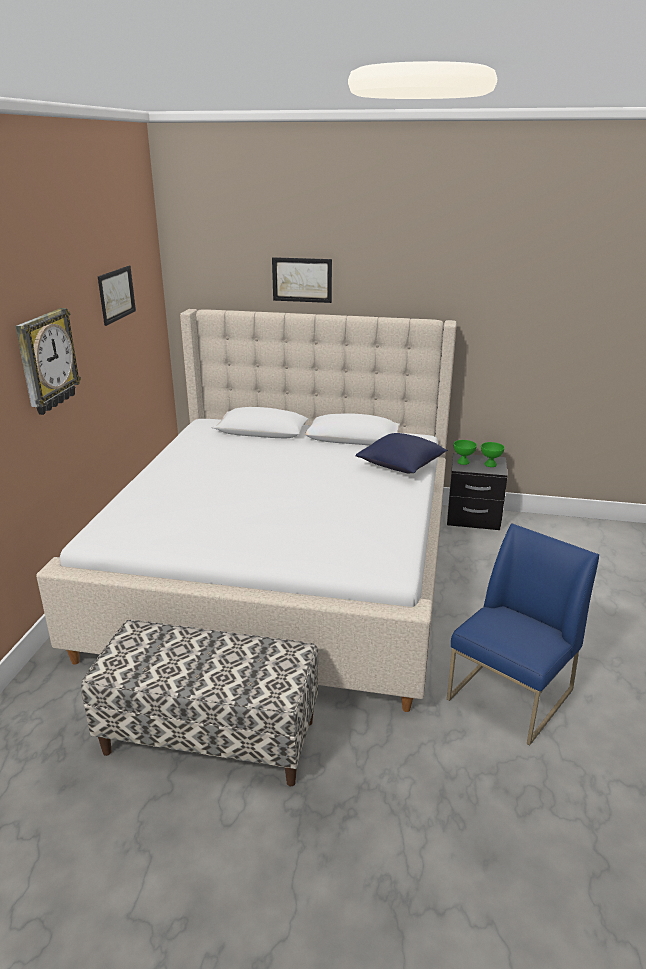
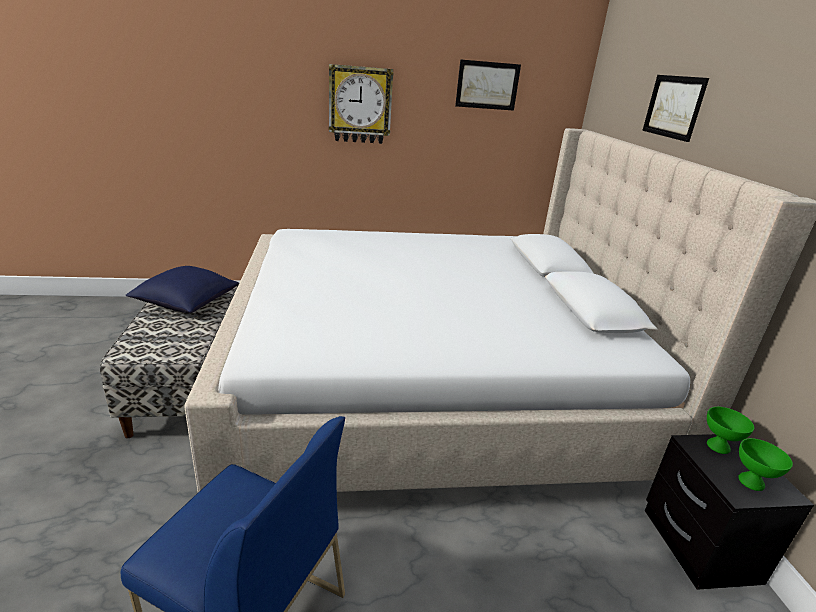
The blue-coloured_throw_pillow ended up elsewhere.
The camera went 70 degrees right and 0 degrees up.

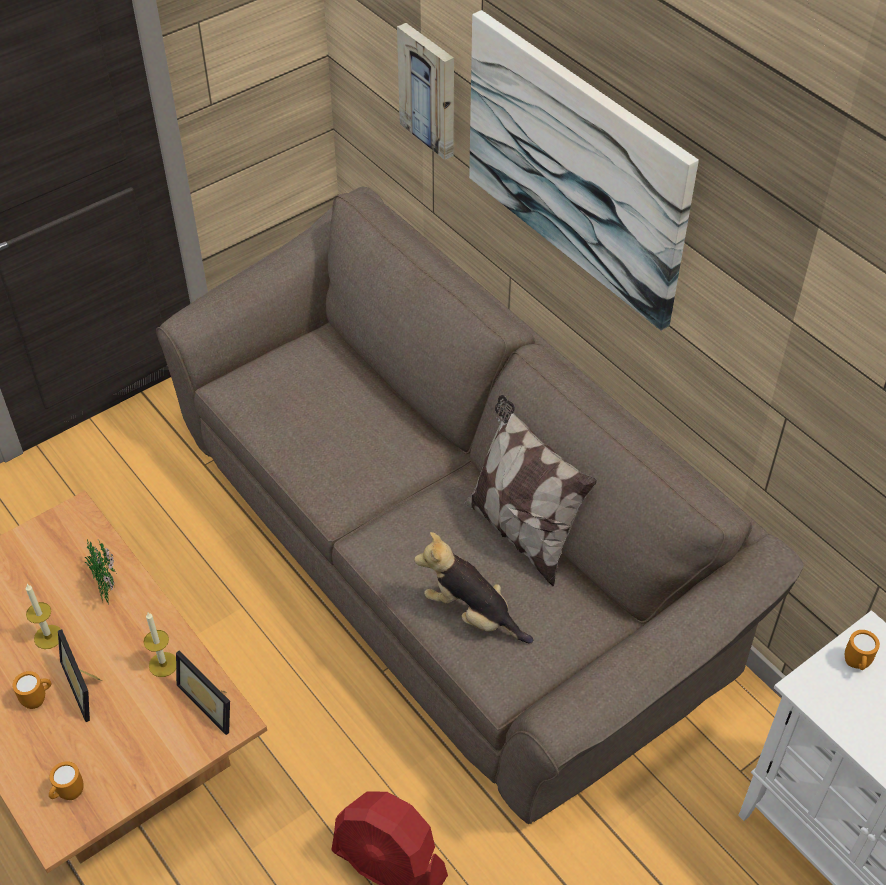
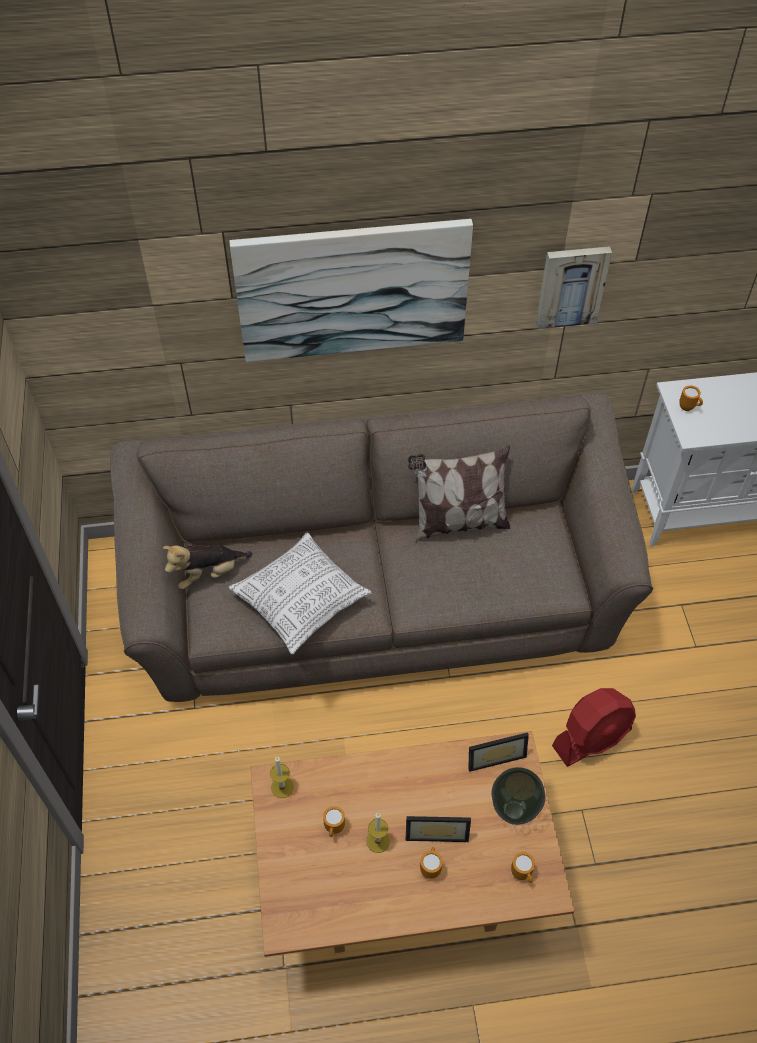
The wall_art (1st from left in the first image) ended up elsewhere.
The plush_toy ended up elsewhere.
The second view lost the plant_in_a_pot.
The wax_candle (2nd from left in the first image) ended up elsewhere.
The second view gained the throw_pillow (1st from left).
The second view gained the decorative_vase.
The second view gained the orange-coloured_mug (1st from left).
The camera went 60 degrees left and 5 degrees up.

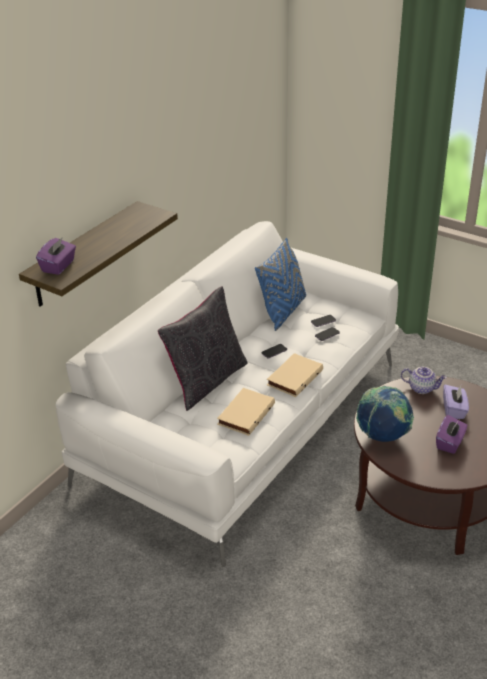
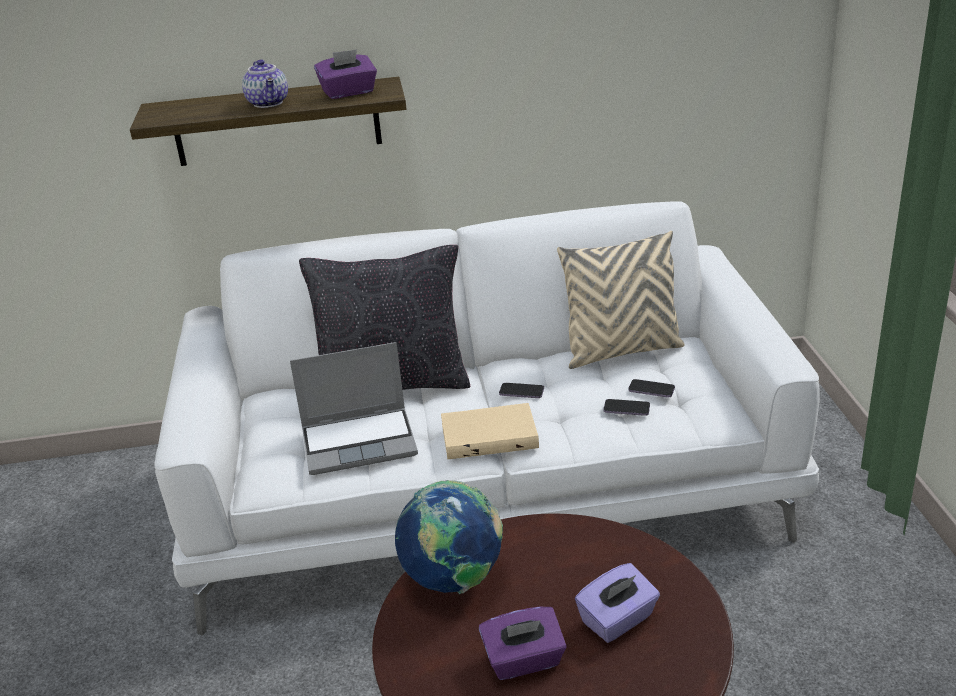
The purple_tissue_holder (1st from left) ended up elsewhere.
What was the blue-coloured_throw_pillow turned into the beige_throw_pillow.
The pot_for_tea ended up elsewhere.
Where the beige_bound_book (1st from left) stood, the portable_computer came to stand.
The camera went 50 degrees right and 5 degrees down.

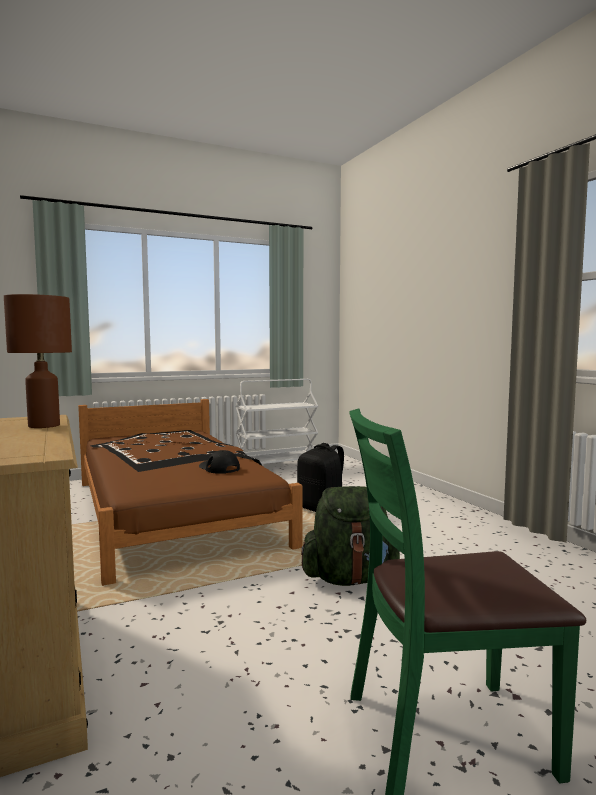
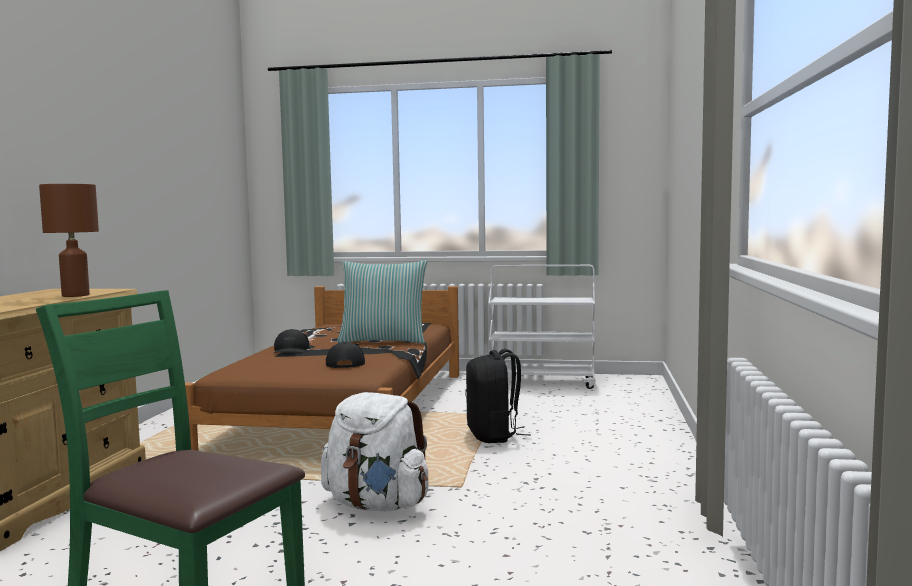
What was the green_backpack turned into the white_backpack.
The second view gained the throw_pillow.
The second view gained the black-coloured_baseball_cap (1st from left).
The camera went 35 degrees right and 0 degrees up.

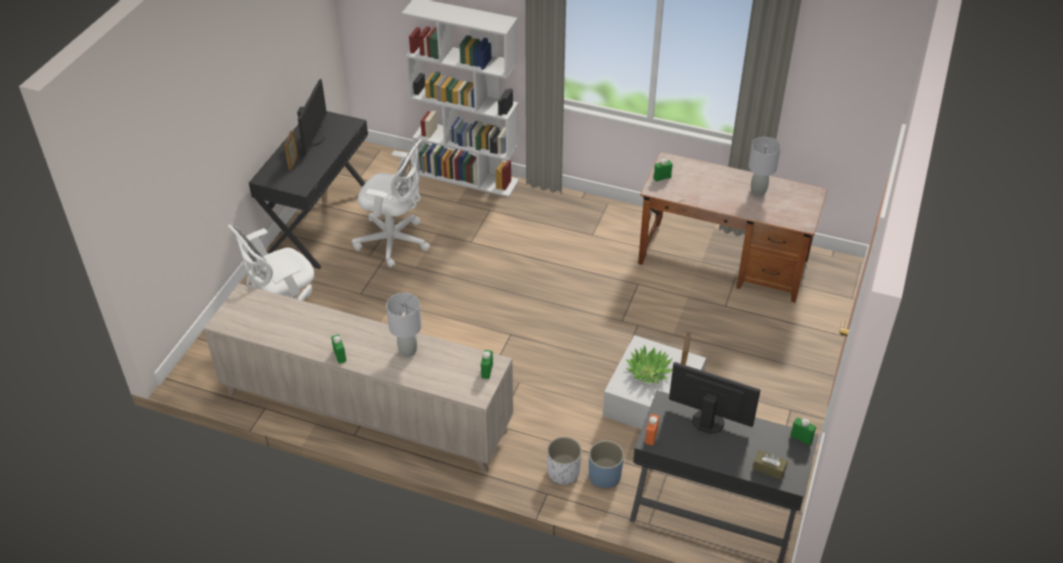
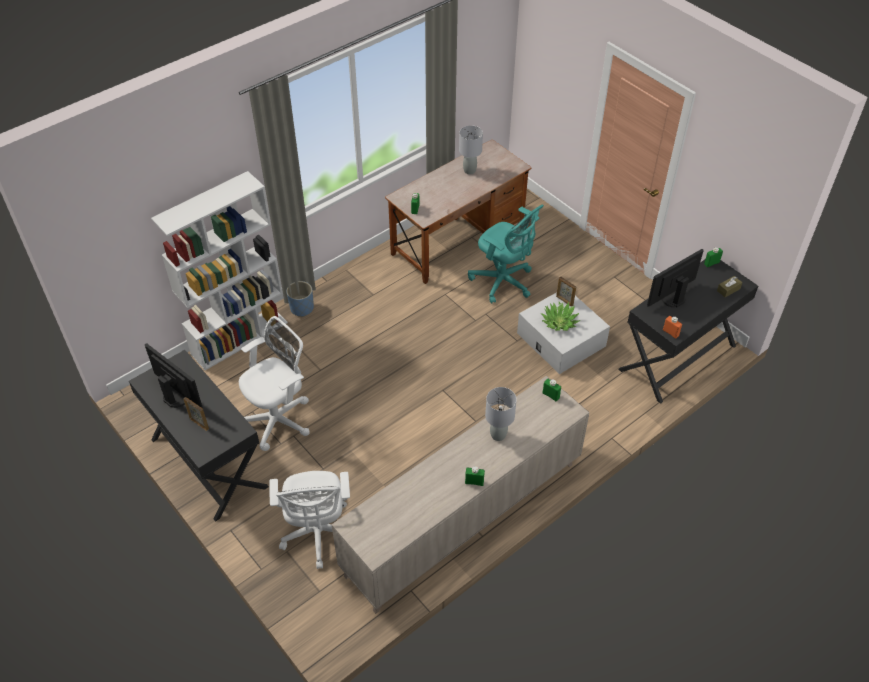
The second view lost the white_flower_pot.
The blue-coloured_flower_pot ended up elsewhere.
The second view gained the turquoise_office_chair.
The camera went 60 degrees left and 5 degrees up.

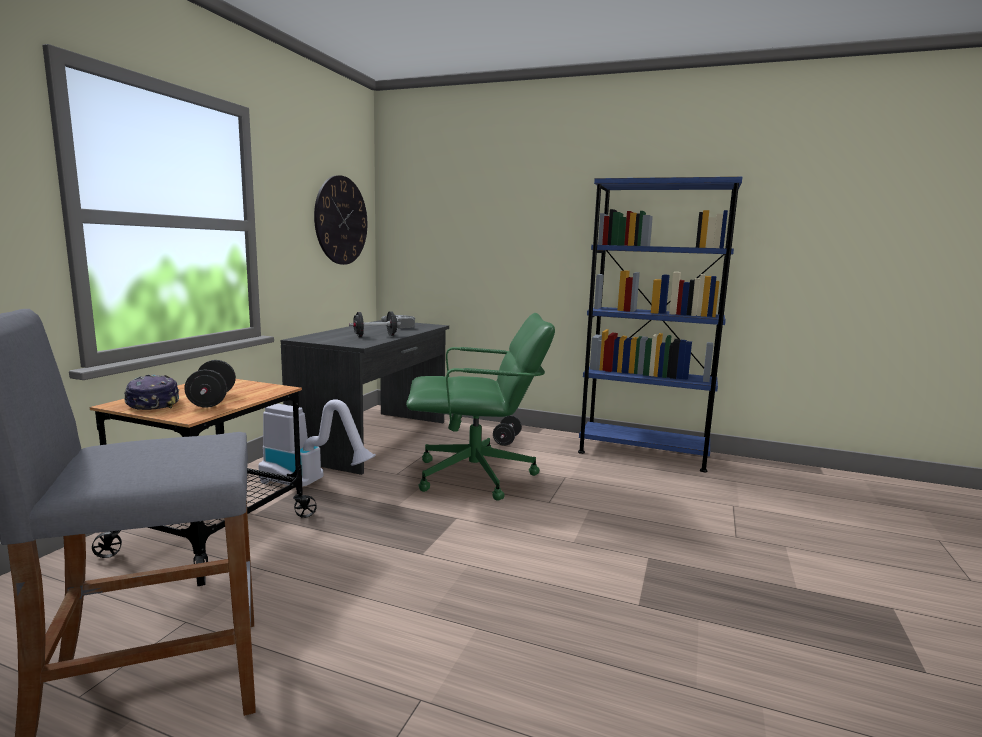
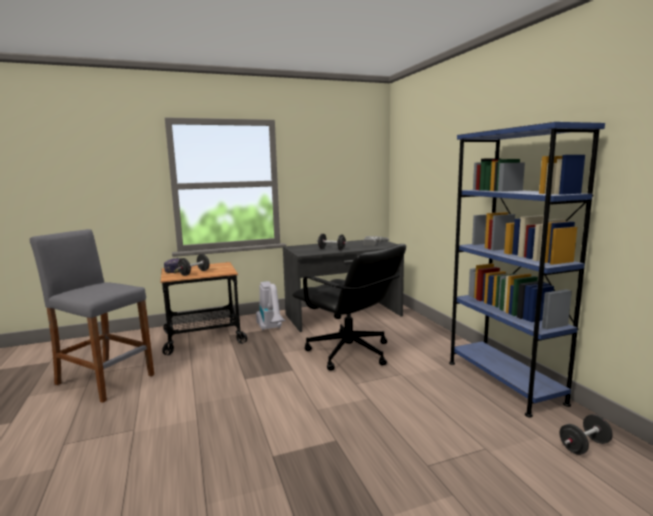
The second view lost the wall_clock.
What was the green_office_chair turned into the black-coloured_office_chair.
The black-coloured_hand_weight (3rd from left) ended up elsewhere.
The camera went 50 degrees right and 0 degrees up.

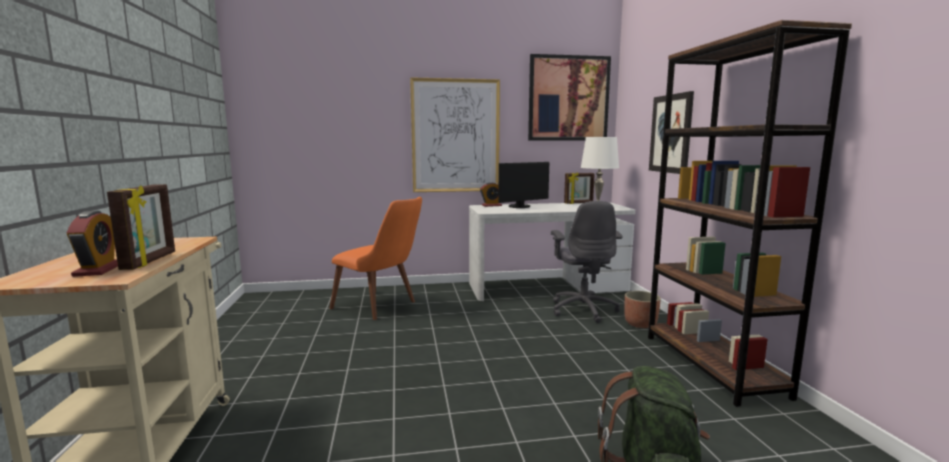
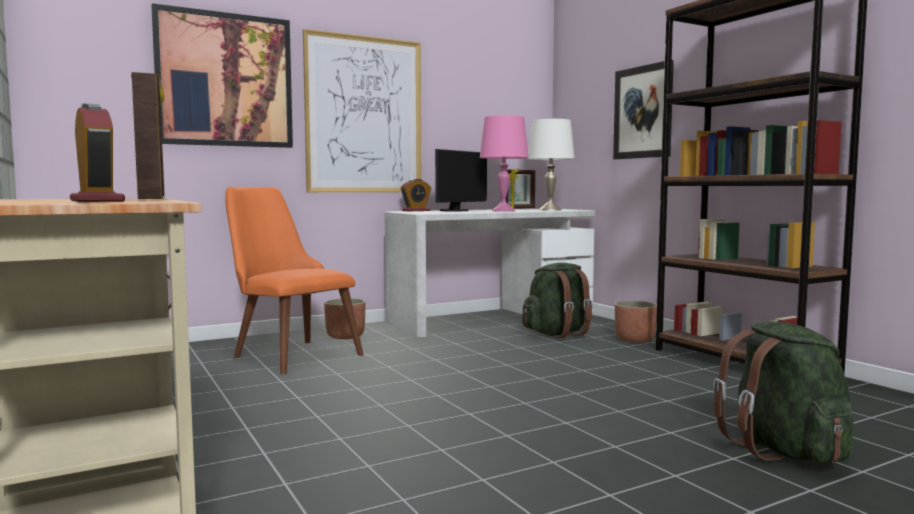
The wall_art (2nd from left in the first image) ended up elsewhere.
The orange-coloured_chair ended up facing another way, 150 degrees counterclockwise from before.
Where the gray_office_chair stood, the green_backpack (1st from left) came to stand.
The second view gained the pink_lamp_for_a_table.
The second view gained the flower_pot (1st from left).
The camera went 20 degrees left and 5 degrees down.

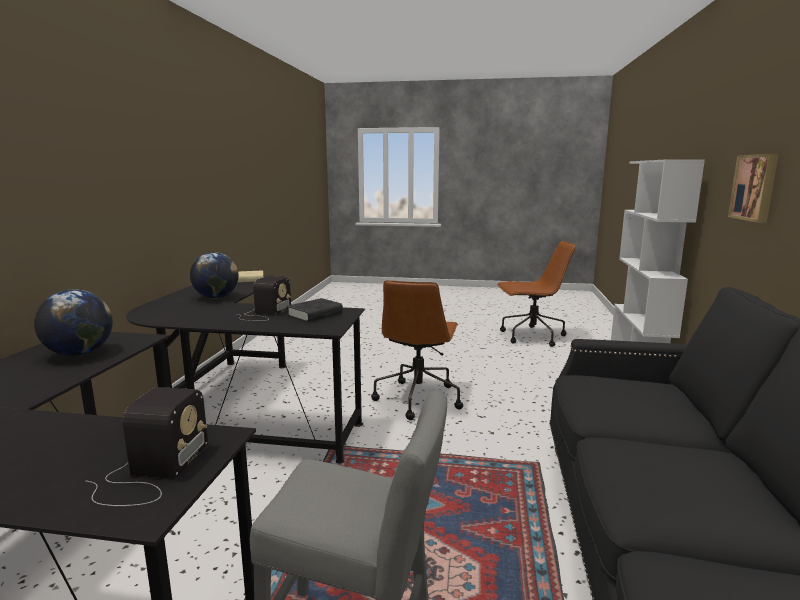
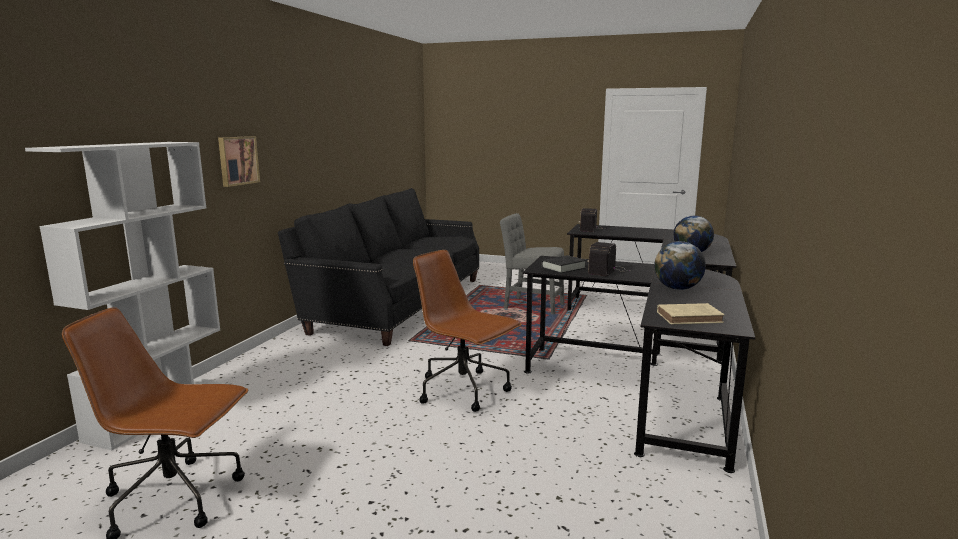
The brown_office_chair (1st from left in the first image) ended up facing another way, 75 degrees counterclockwise from before.
The camera went 170 degrees left and 0 degrees up.

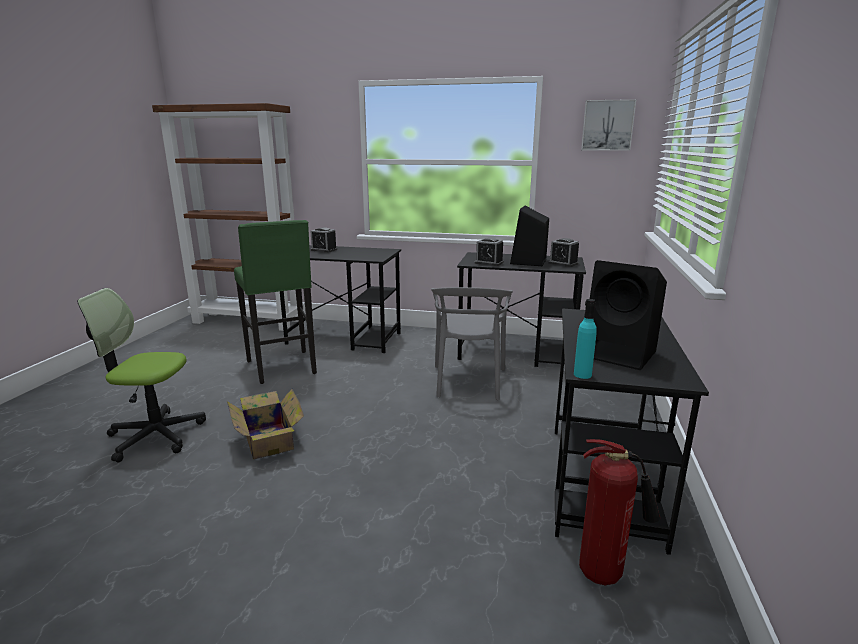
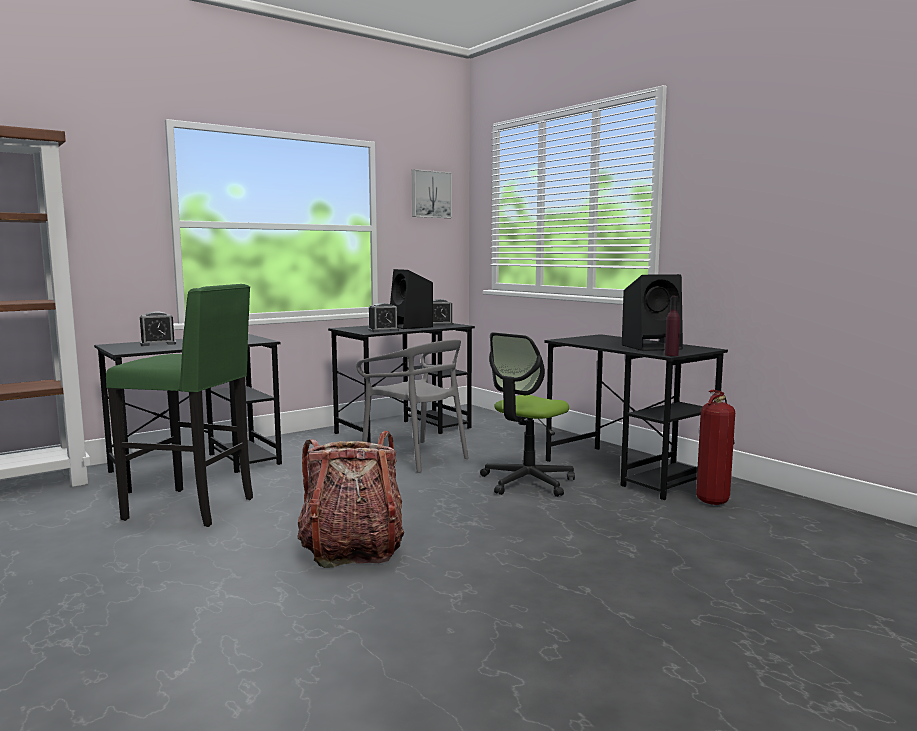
The office_chair ended up elsewhere.
What was the turquoise_drink_bottle turned into the purple_drink_bottle.
Where the carton stood, the backpack came to stand.
The camera went 50 degrees left and 10 degrees down.

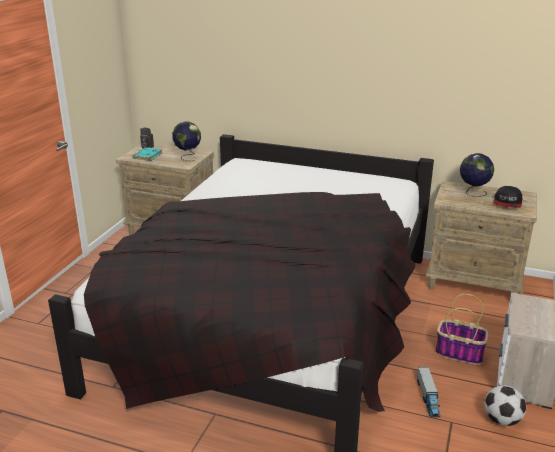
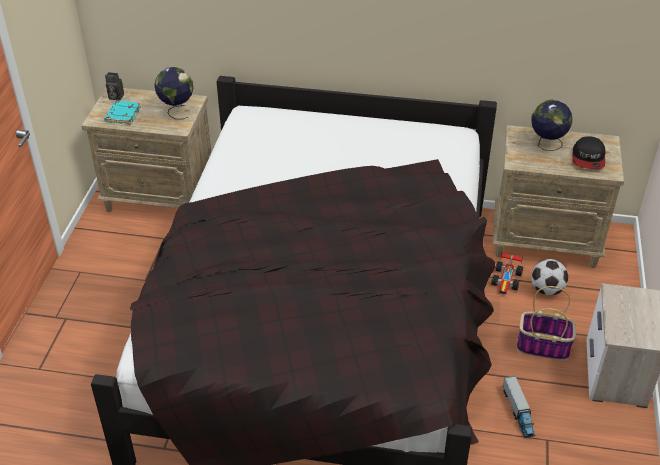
The football_ball ended up elsewhere.
The second view gained the miniature_car.
The camera went 10 degrees left and 15 degrees up.

